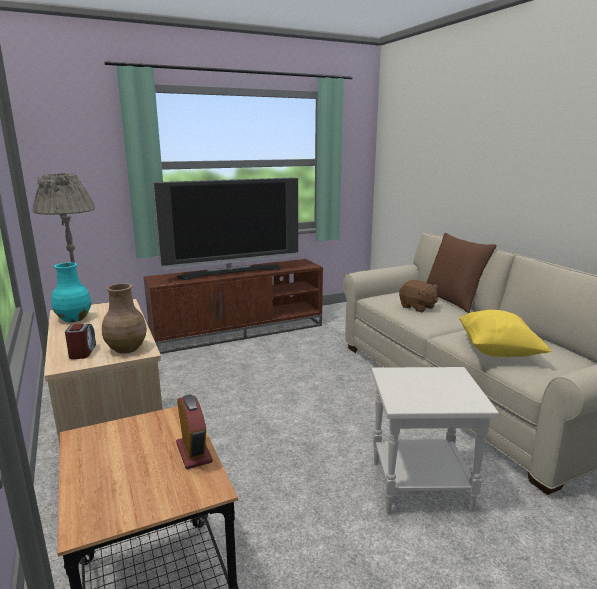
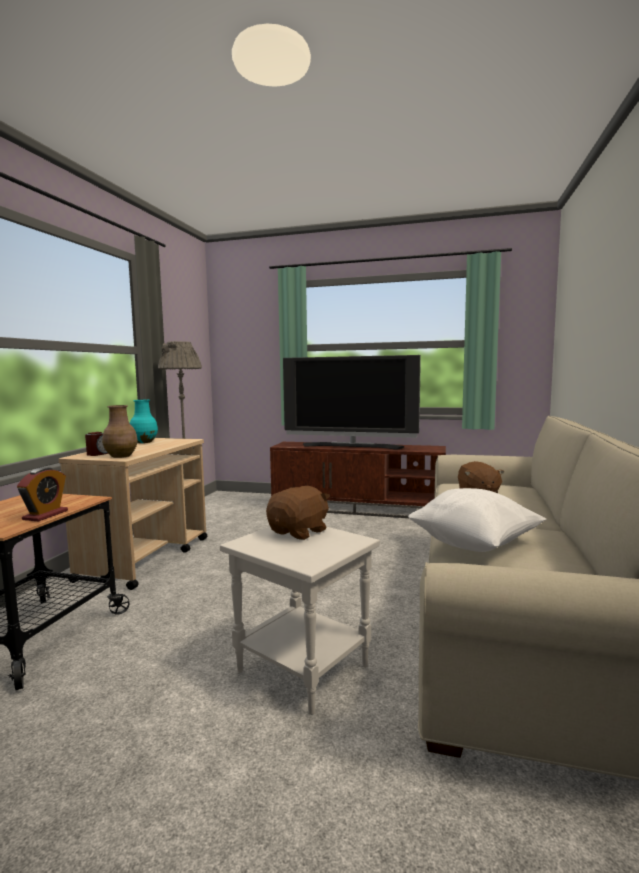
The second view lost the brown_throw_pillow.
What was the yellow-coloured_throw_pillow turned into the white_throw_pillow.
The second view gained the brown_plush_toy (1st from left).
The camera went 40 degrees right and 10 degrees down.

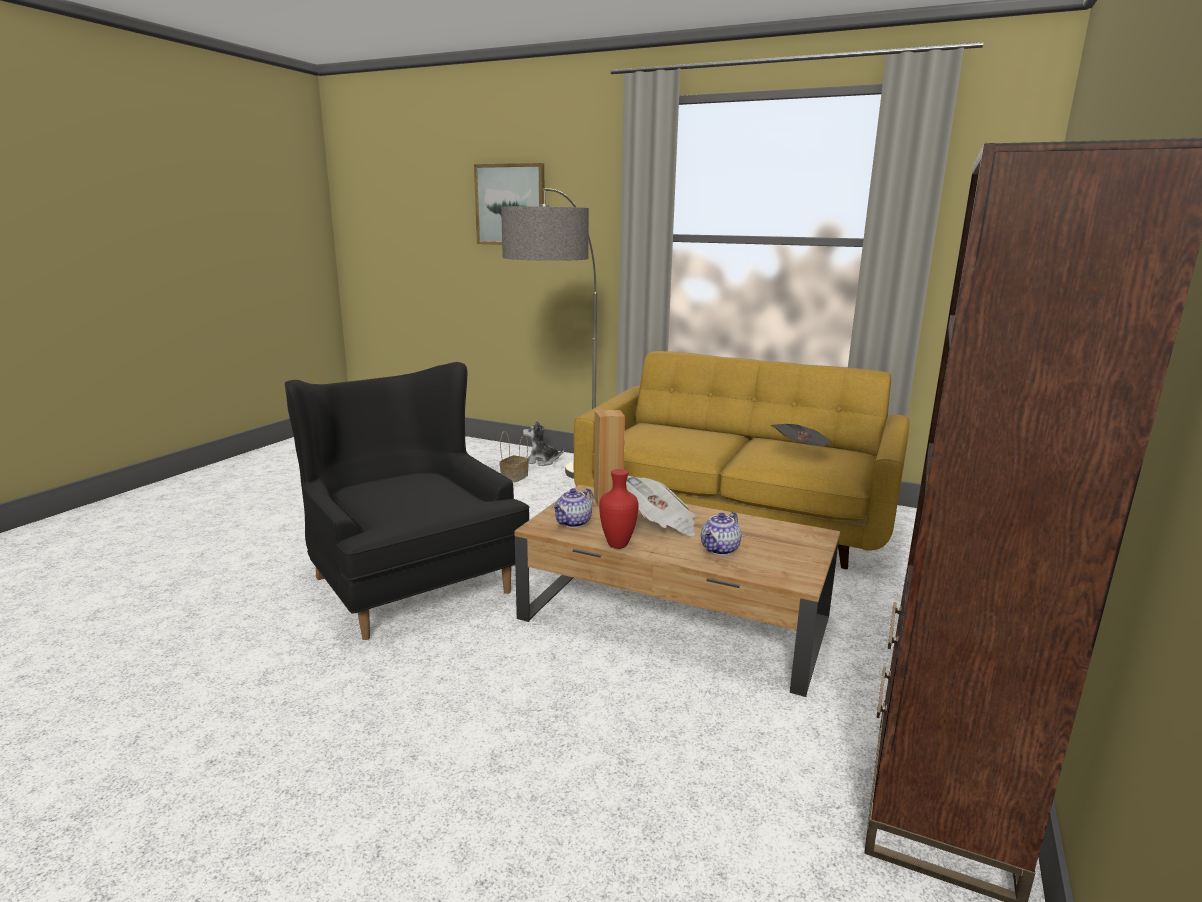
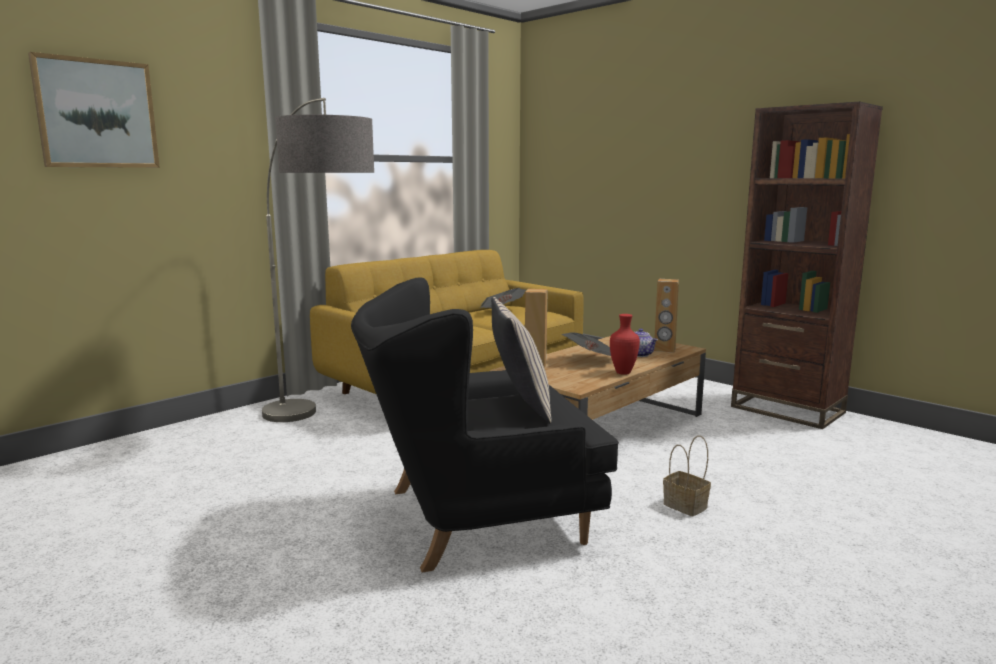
The second view lost the plush_toy.
The basket ended up elsewhere.
The second view lost the pot_for_tea (1st from left).
The second view gained the brown_speaker (2nd from left).
The second view gained the beige_throw_pillow.
The camera went 70 degrees left and 5 degrees down.

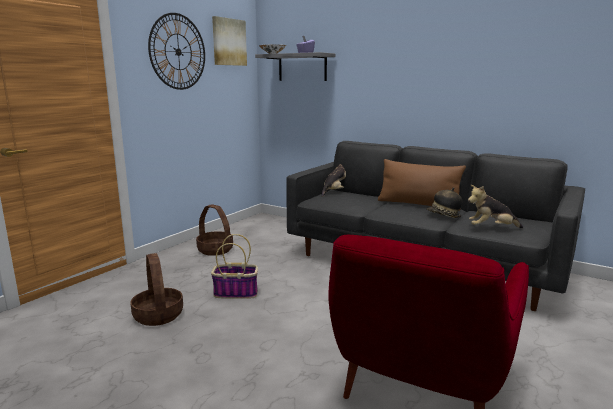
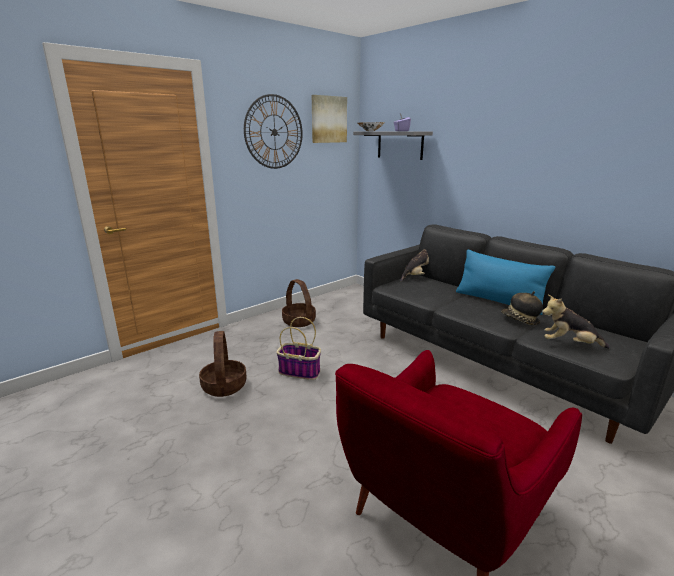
What was the brown_throw_pillow turned into the blue-coloured_throw_pillow.
The camera went 15 degrees right and 5 degrees up.

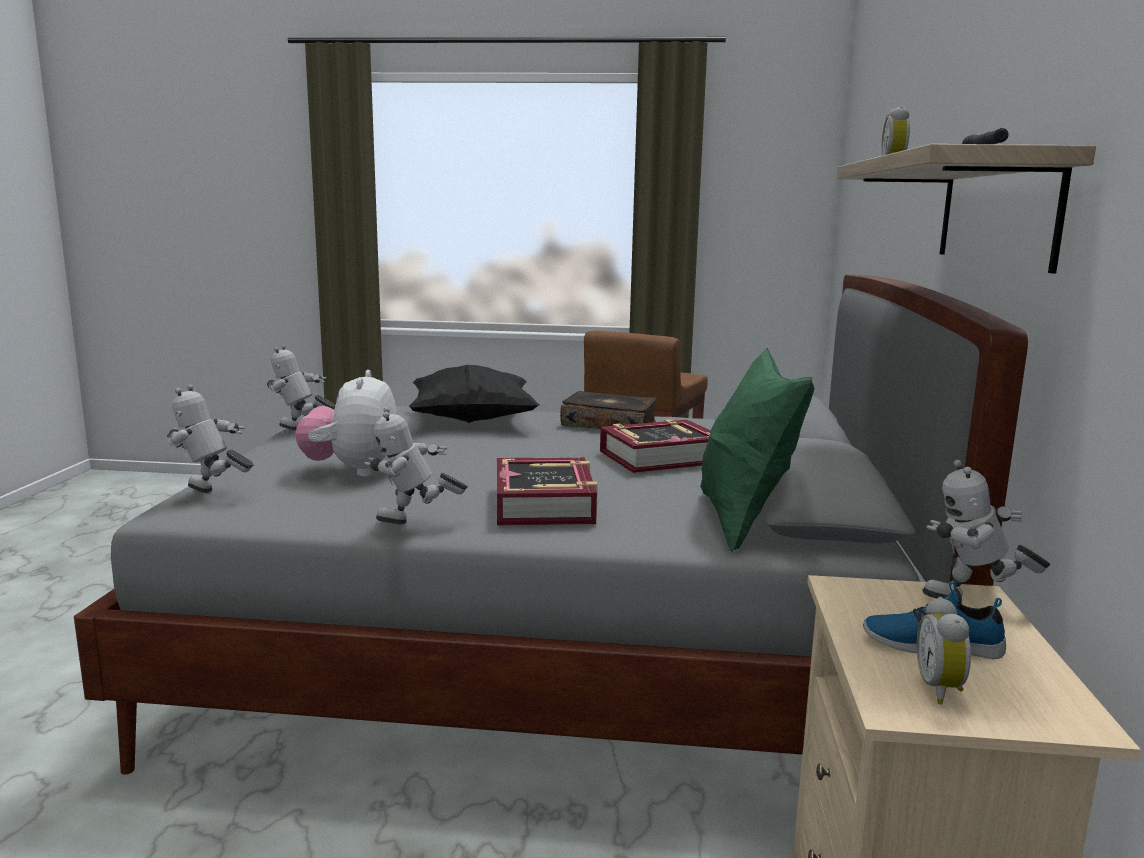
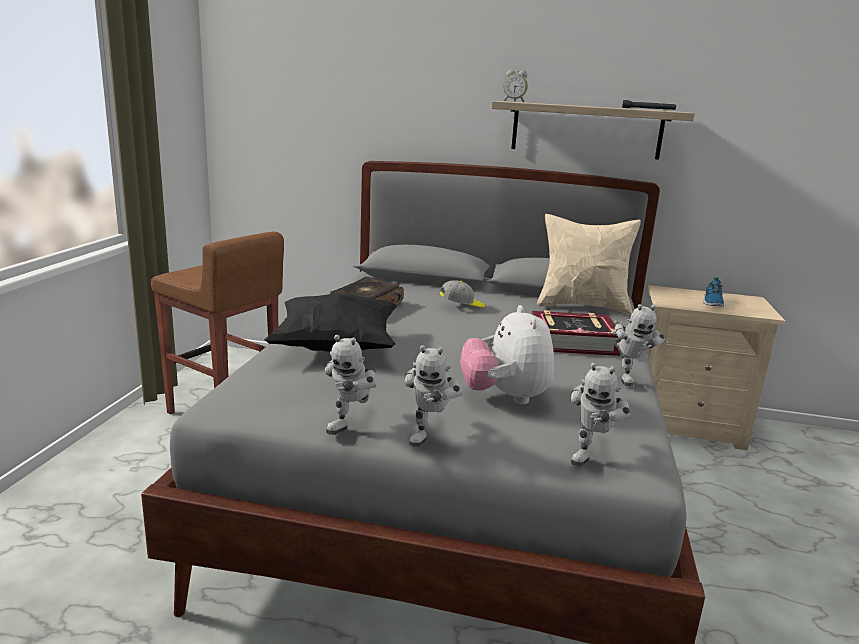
What was the green_throw_pillow turned into the beige_throw_pillow.
The plush_toy ended up facing another way, 75 degrees clockwise from before.
Where the bound_book (3rd from left) stood, the baseball_cap came to stand.
The model_robot (4th from left in the first image) ended up elsewhere.
The second view lost the table_clock (2nd from left).
The camera went 85 degrees left and 5 degrees up.

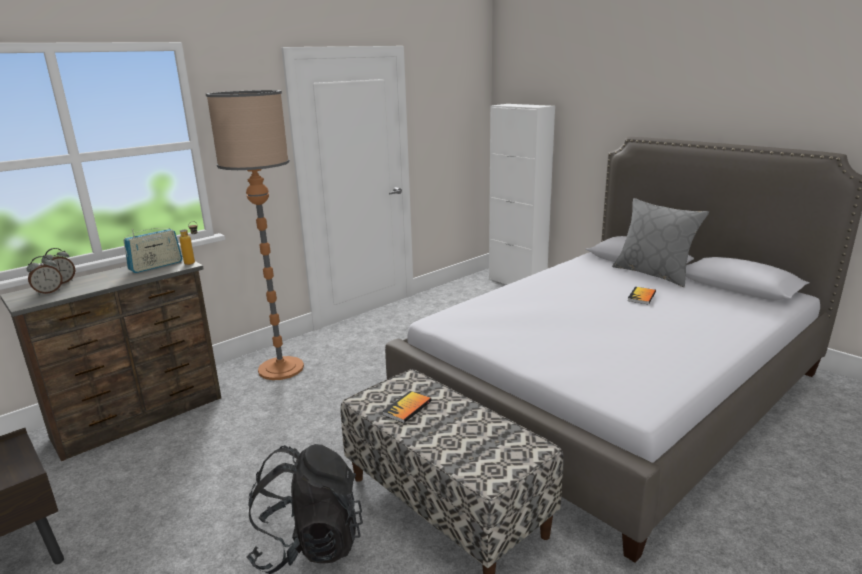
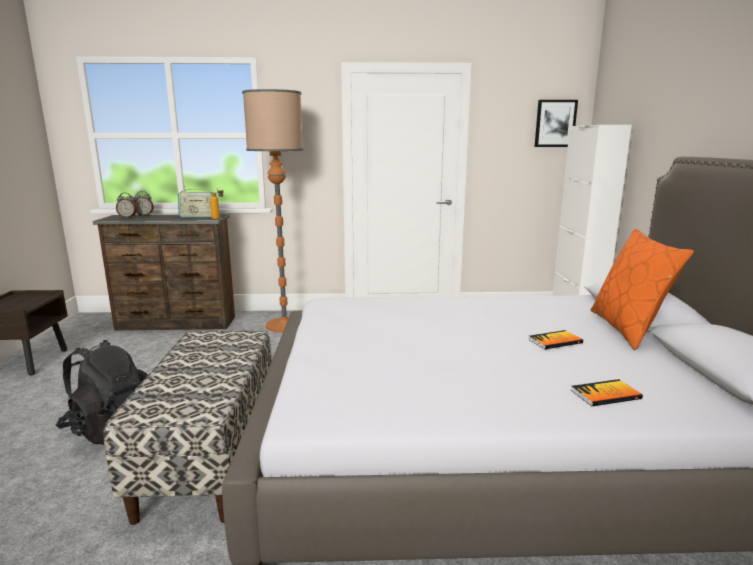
What was the gray_throw_pillow turned into the orange-coloured_throw_pillow.
The bound_book (1st from left in the first image) ended up elsewhere.
The second view gained the wall_art.
The camera went 40 degrees right and 5 degrees down.

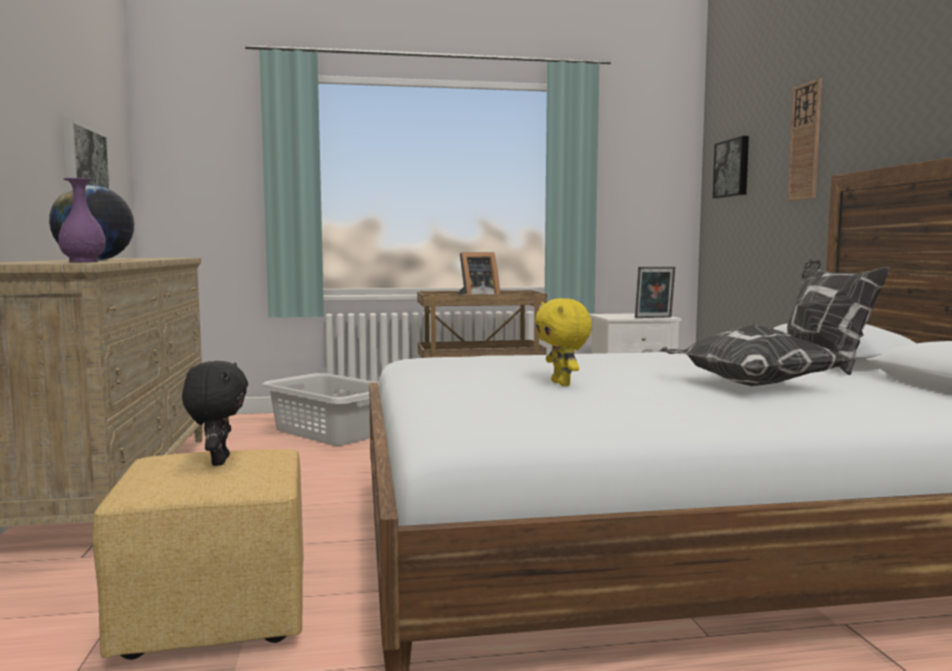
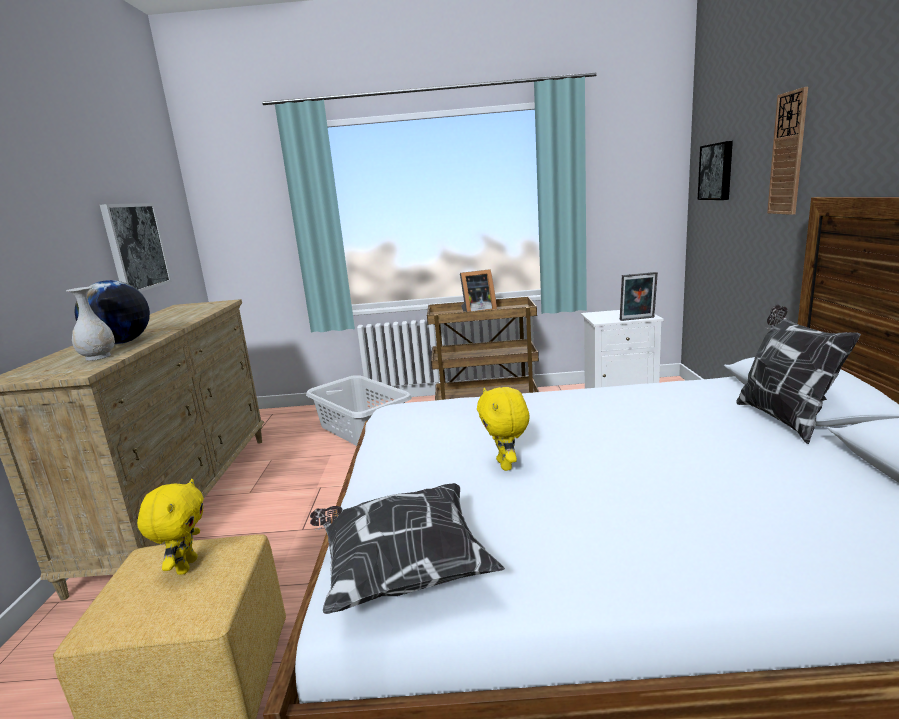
What was the purple_decorative_vase turned into the white_decorative_vase.
The throw_pillow (1st from left) ended up elsewhere.
What was the black-coloured_plush_toy turned into the yellow-coloured_plush_toy (1st from left).
The camera went 10 degrees right and 10 degrees up.

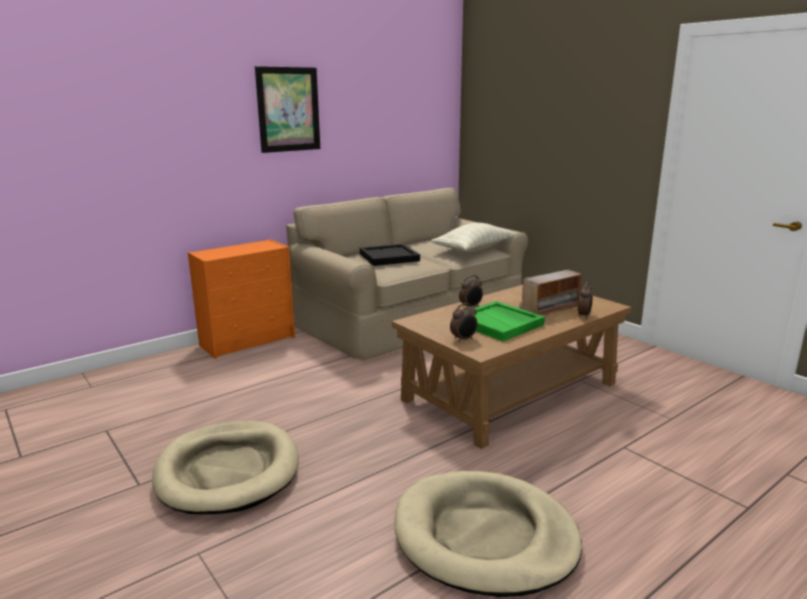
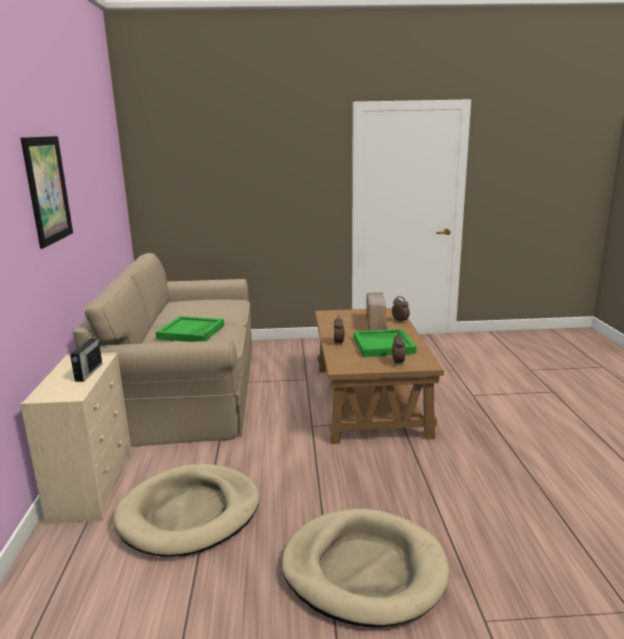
The second view lost the throw_pillow.
What was the orange-coloured_drawer_chest turned into the beige_drawer_chest.
What was the black-coloured_serving_tray turned into the green_serving_tray (1st from left).
The beige_pet_bed (2nd from left in the first image) ended up elsewhere.
The second view gained the radio (1st from left).
The camera went 55 degrees left and 0 degrees up.

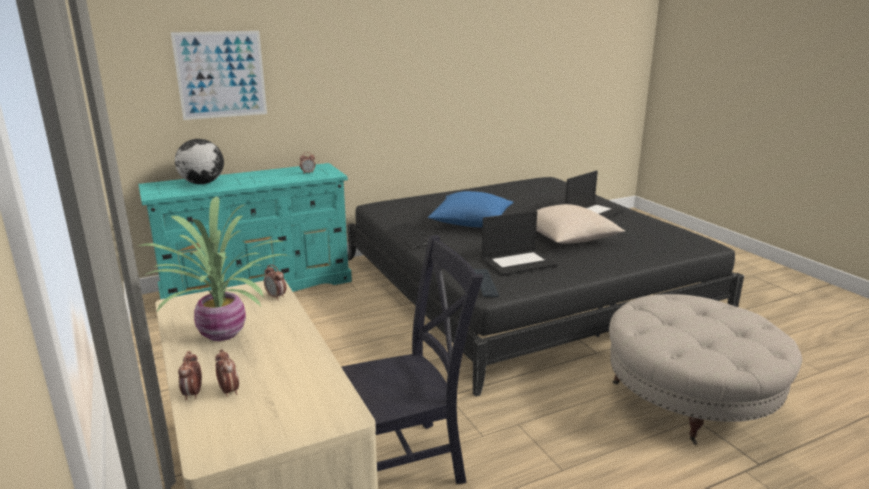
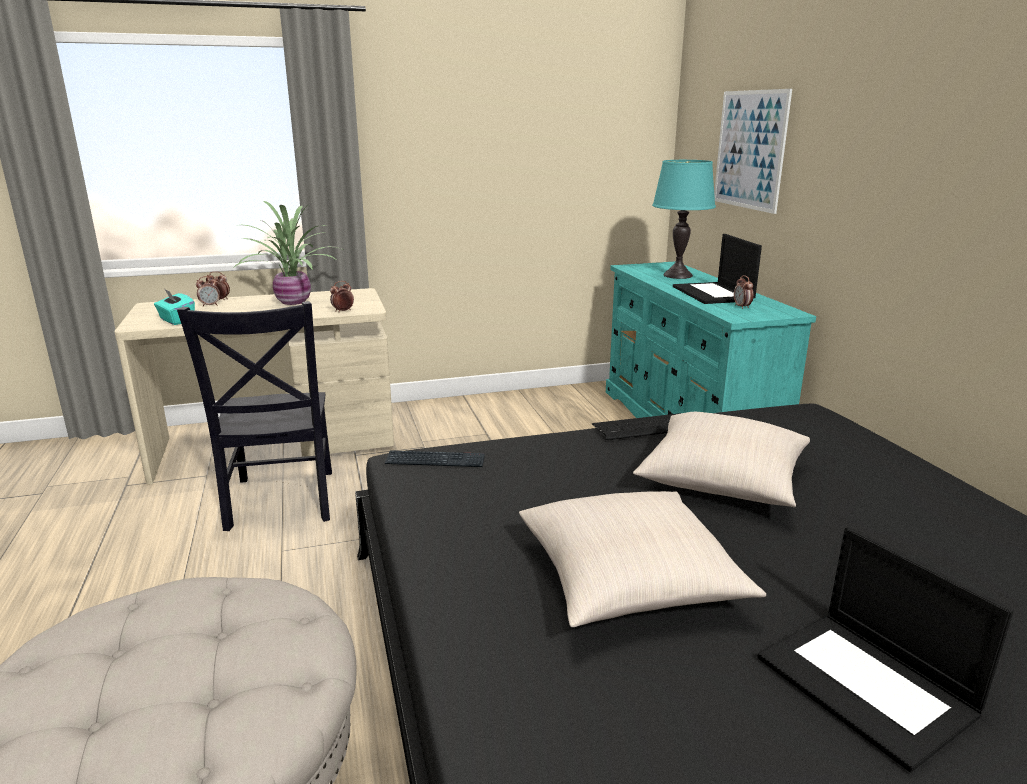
Where the globe stood, the turquoise_lamp_for_a_table came to stand.
What was the blue-coloured_throw_pillow turned into the beige_throw_pillow (2nd from left).
The portable_computer (1st from left) ended up elsewhere.
The second view gained the turquoise_tissue_holder.
The camera went 100 degrees right and 0 degrees up.

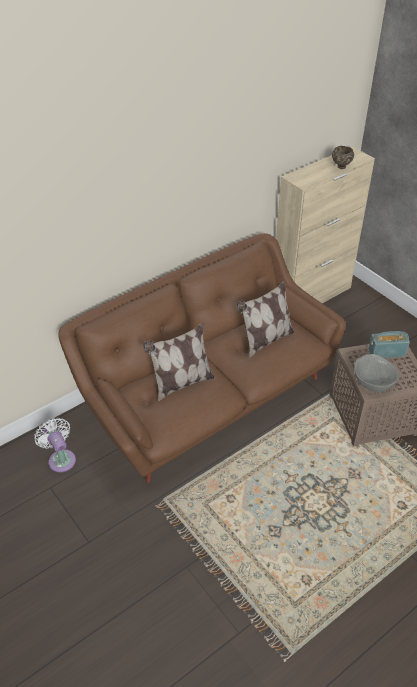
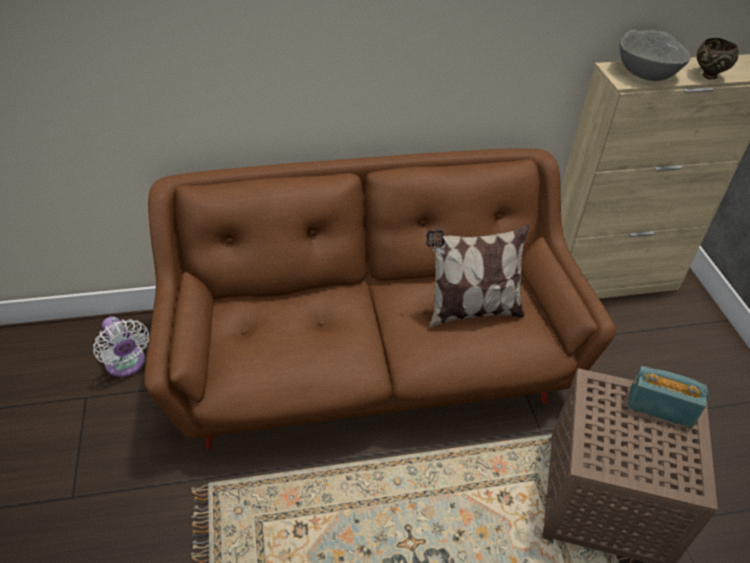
The second view lost the throw_pillow (1st from left).
The gray_deep_dish ended up elsewhere.
The white_electric_fan ended up facing another way, 150 degrees clockwise from before.
The camera went 25 degrees right and 0 degrees up.

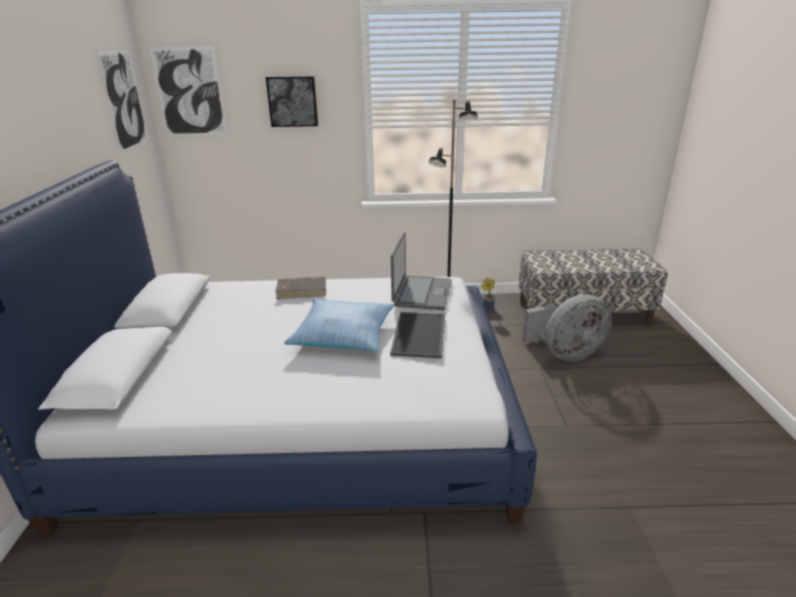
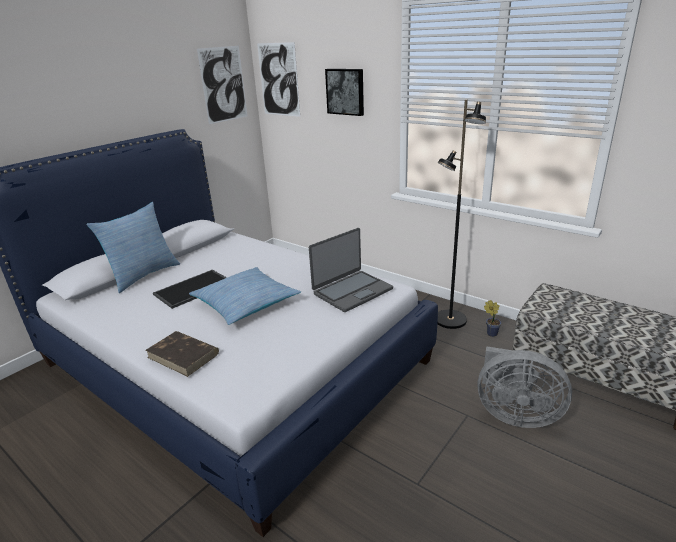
The brown_bound_book ended up elsewhere.
The serving_tray ended up elsewhere.
The second view gained the throw_pillow (1st from left).
The camera went 40 degrees right and 0 degrees up.

